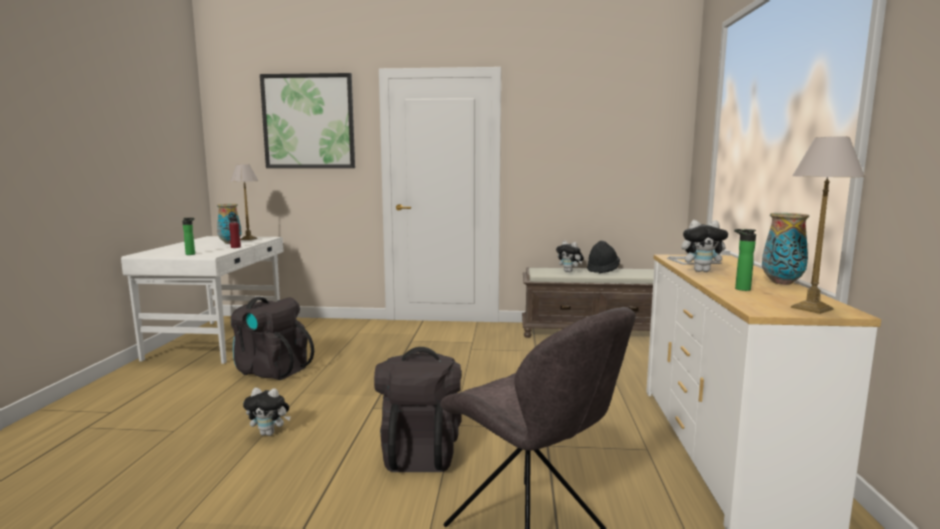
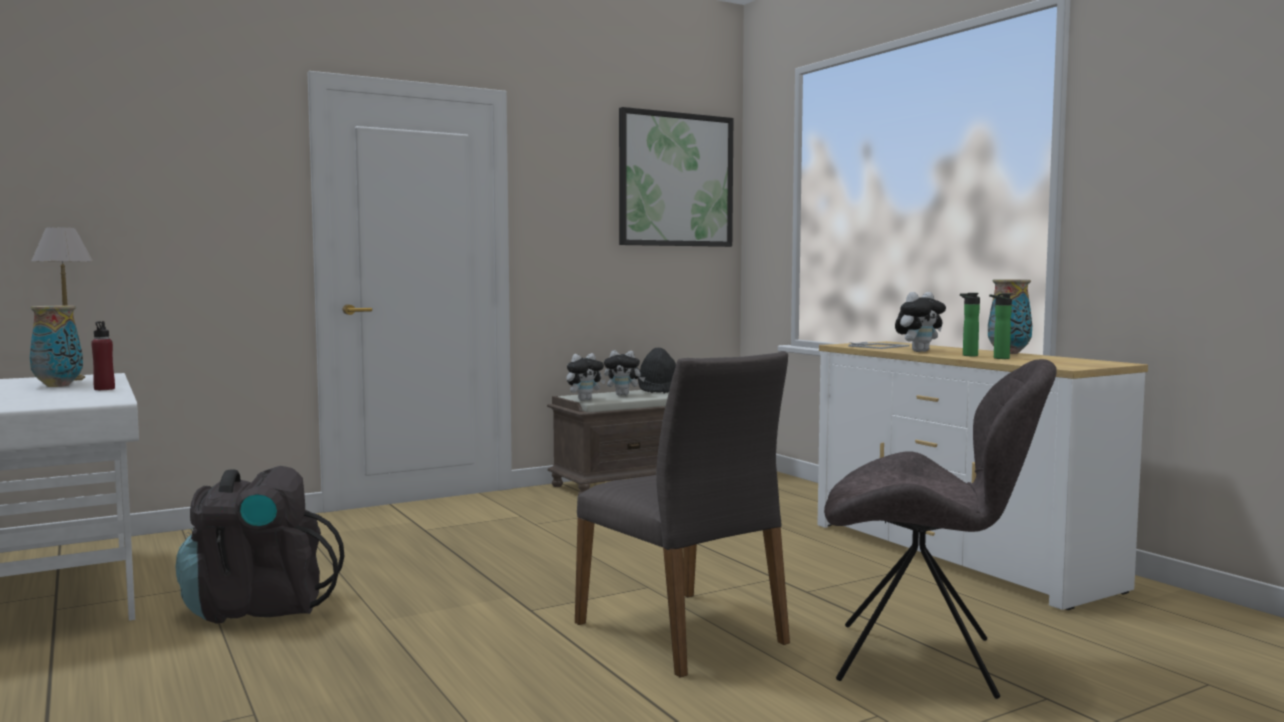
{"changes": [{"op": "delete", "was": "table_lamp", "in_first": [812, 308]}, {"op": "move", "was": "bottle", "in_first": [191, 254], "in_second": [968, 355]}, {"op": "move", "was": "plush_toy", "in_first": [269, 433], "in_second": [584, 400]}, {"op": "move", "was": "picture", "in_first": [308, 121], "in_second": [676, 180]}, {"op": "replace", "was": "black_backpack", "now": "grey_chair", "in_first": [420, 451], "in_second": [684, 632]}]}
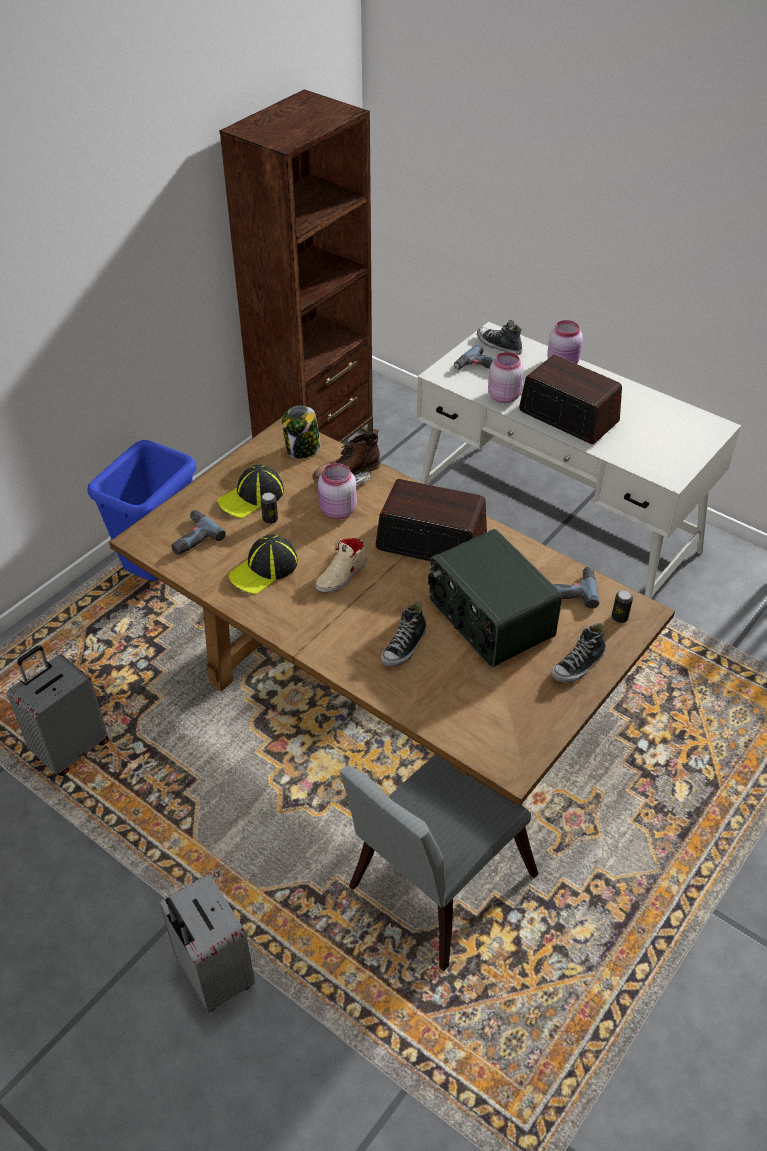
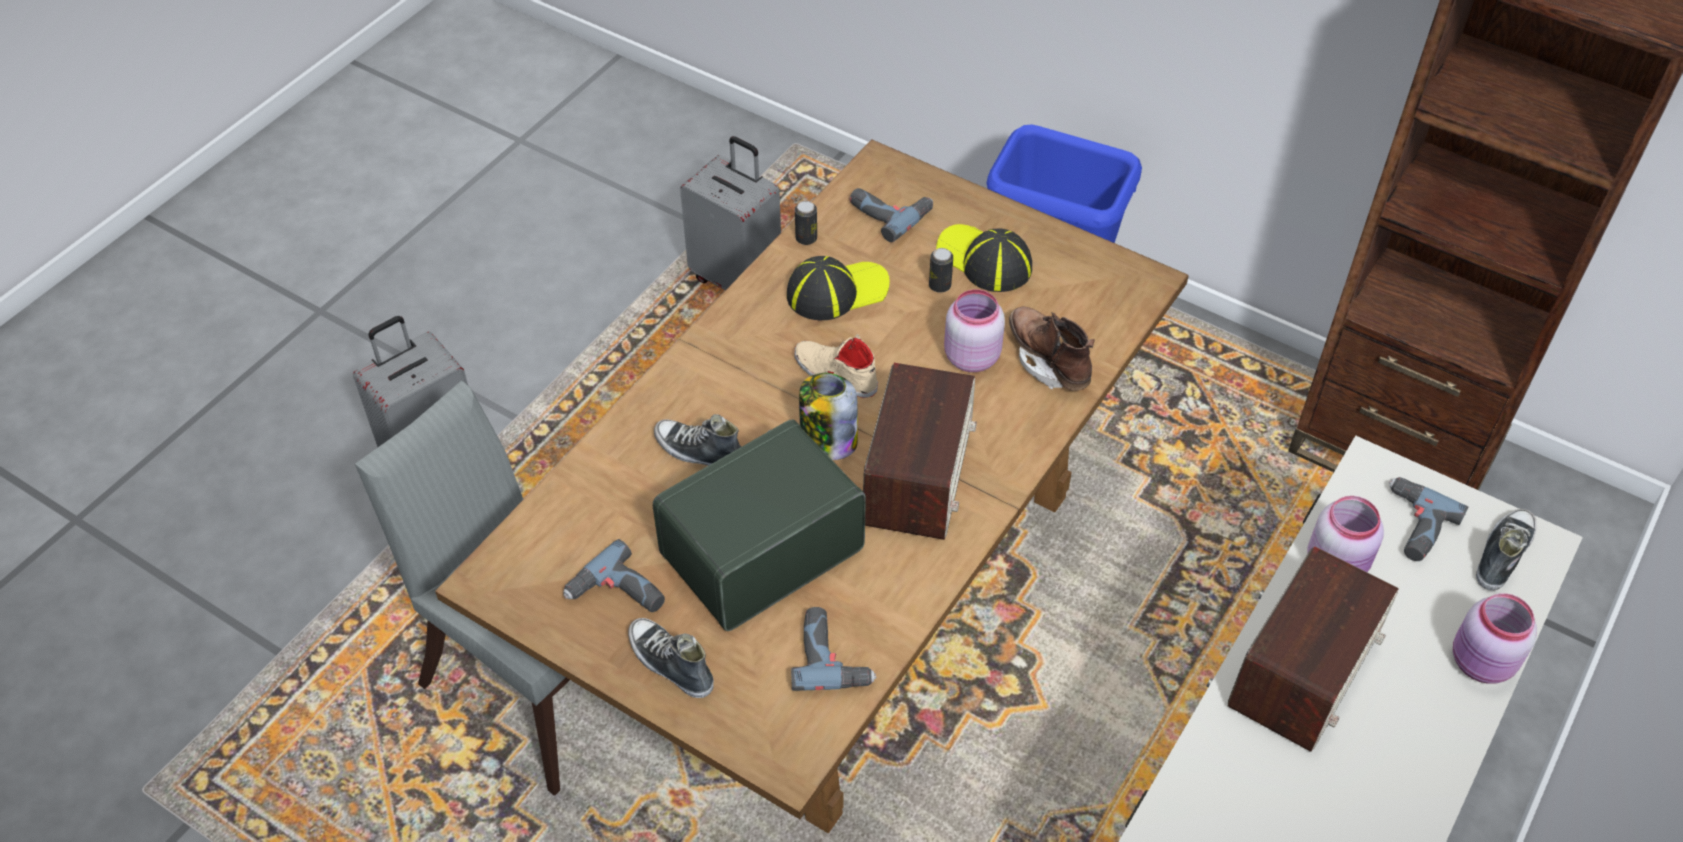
{"changes": [{"op": "insert", "now": "power_drill", "in_second": [617, 595]}, {"op": "move", "was": "jar", "in_first": [302, 449], "in_second": [827, 440]}, {"op": "move", "was": "can", "in_first": [619, 617], "in_second": [806, 238]}, {"op": "rotate", "was": "cap", "in_first": [264, 569], "in_second": [837, 291], "clockwise": 120}]}
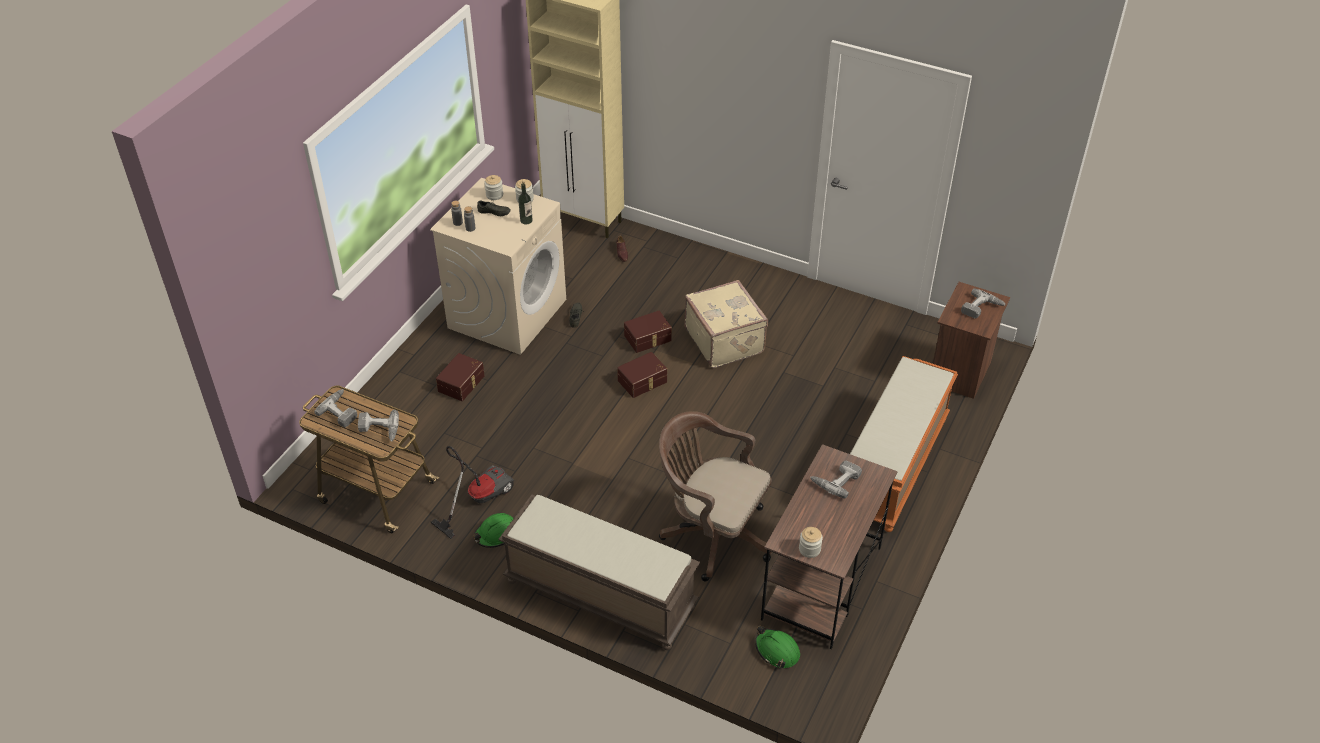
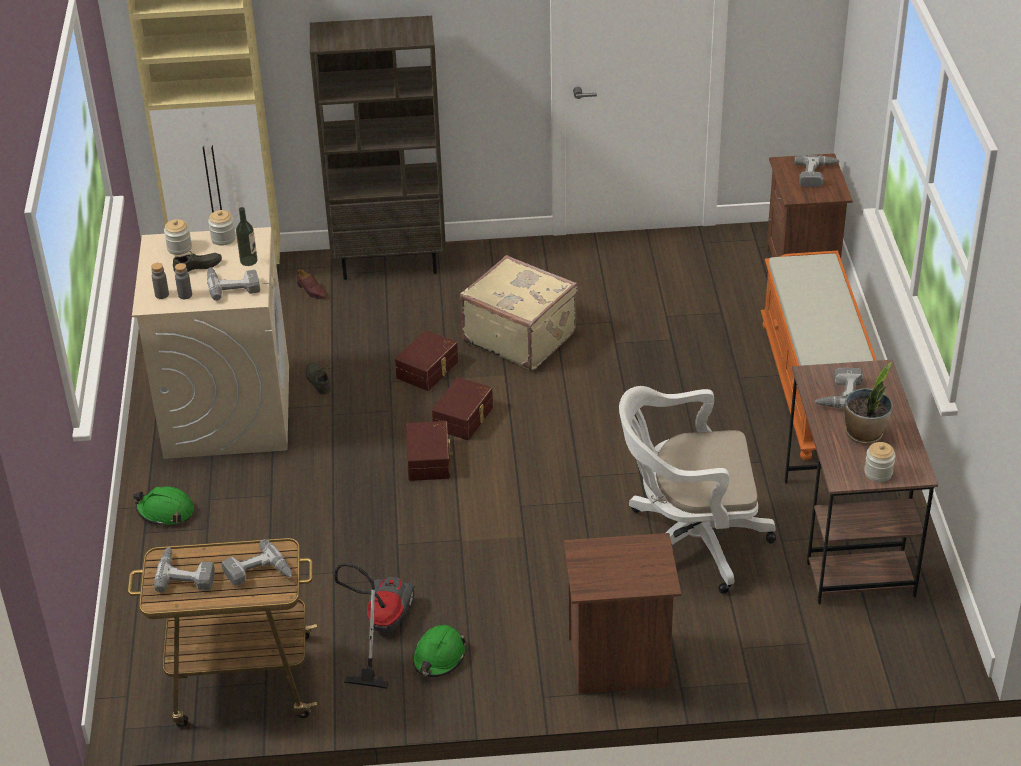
{"changes": [{"op": "insert", "now": "power_drill", "in_second": [233, 285]}, {"op": "insert", "now": "brown_bookcase", "in_second": [390, 262]}, {"op": "insert", "now": "potted_plant", "in_second": [864, 433]}, {"op": "move", "was": "brown_storage_box", "in_first": [462, 383], "in_second": [430, 460]}, {"op": "move", "was": "green_hard_hat", "in_first": [777, 651], "in_second": [165, 512]}, {"op": "replace", "was": "brown_bench", "now": "brown_nightstand", "in_first": [598, 594], "in_second": [619, 664]}, {"op": "recolor", "was": "brown_office_chair", "now": "white_office_chair", "in_first": [712, 533], "in_second": [688, 542]}]}
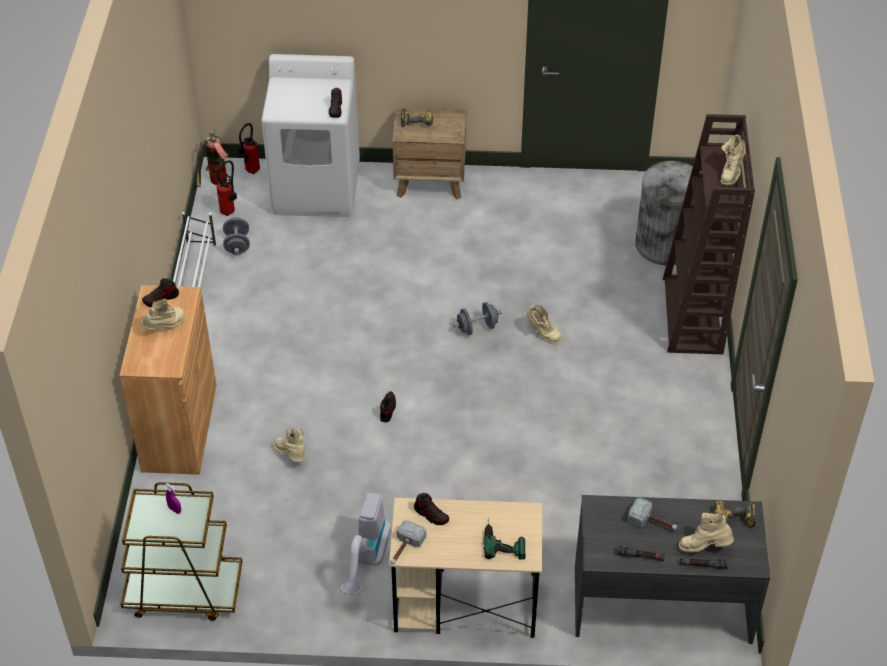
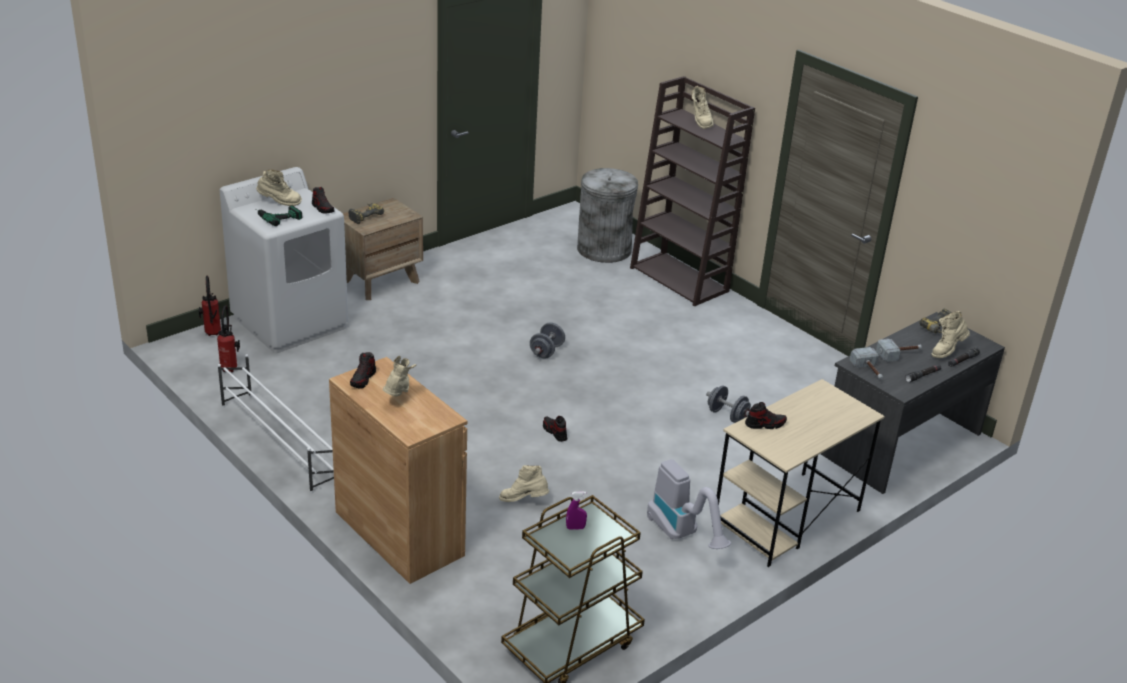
{"changes": [{"op": "delete", "was": "fire_extinguisher", "in_first": [216, 184]}, {"op": "move", "was": "grey_dumbbell", "in_first": [237, 245], "in_second": [727, 415]}, {"op": "move", "was": "hammer", "in_first": [404, 549], "in_second": [869, 370]}, {"op": "move", "was": "power_drill", "in_first": [503, 540], "in_second": [276, 216]}, {"op": "move", "was": "beige_boot", "in_first": [542, 333], "in_second": [279, 203]}]}
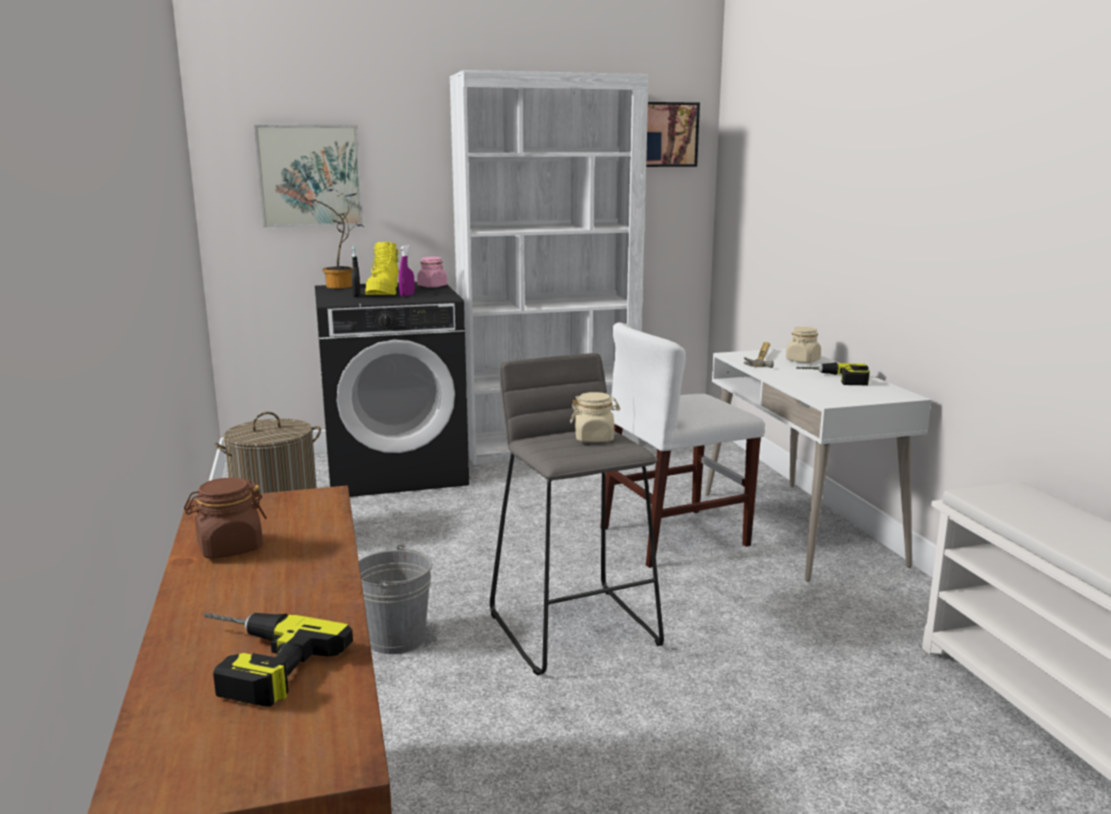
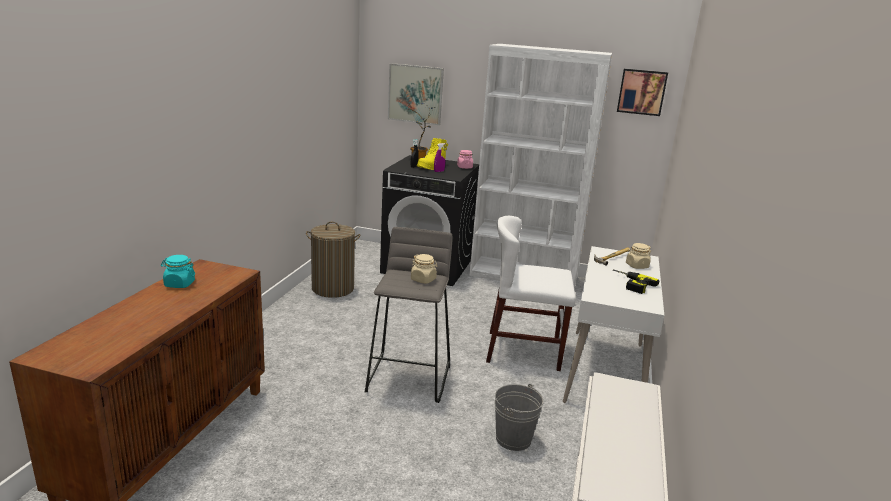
{"changes": [{"op": "delete", "was": "power_drill", "in_first": [249, 663]}, {"op": "move", "was": "grey_bucket", "in_first": [396, 639], "in_second": [513, 439]}, {"op": "recolor", "was": "brown_jar", "now": "turquoise_jar", "in_first": [229, 548], "in_second": [179, 284]}]}
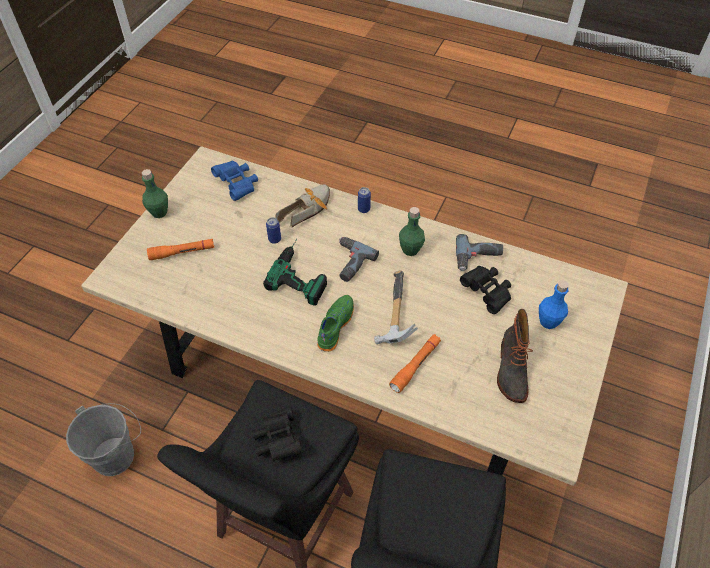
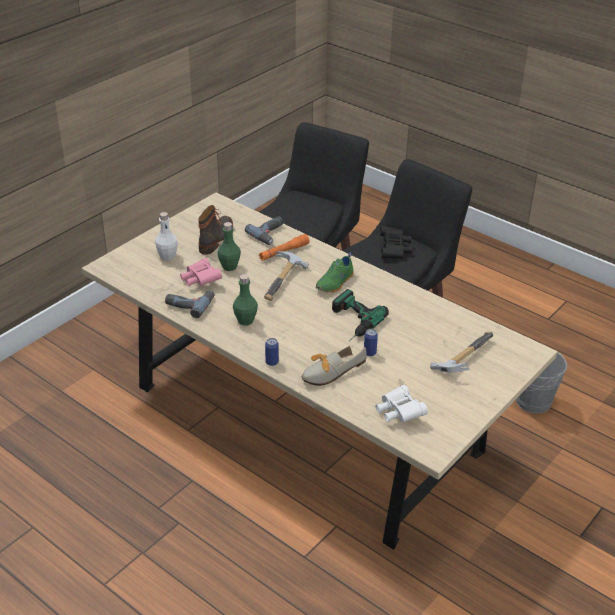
{"changes": [{"op": "move", "was": "green_bottle", "in_first": [159, 212], "in_second": [229, 267]}, {"op": "move", "was": "power_drill", "in_first": [349, 262], "in_second": [270, 234]}, {"op": "replace", "was": "orange_flashlight", "now": "hammer", "in_first": [182, 252], "in_second": [462, 358]}, {"op": "recolor", "was": "blue_binoculars", "now": "white_binoculars", "in_first": [237, 185], "in_second": [399, 413]}, {"op": "recolor", "was": "black_binoculars", "now": "pink_binoculars", "in_first": [487, 293], "in_second": [200, 280]}, {"op": "recolor", "was": "blue_bottle", "now": "white_bottle", "in_first": [548, 322], "in_second": [167, 256]}]}
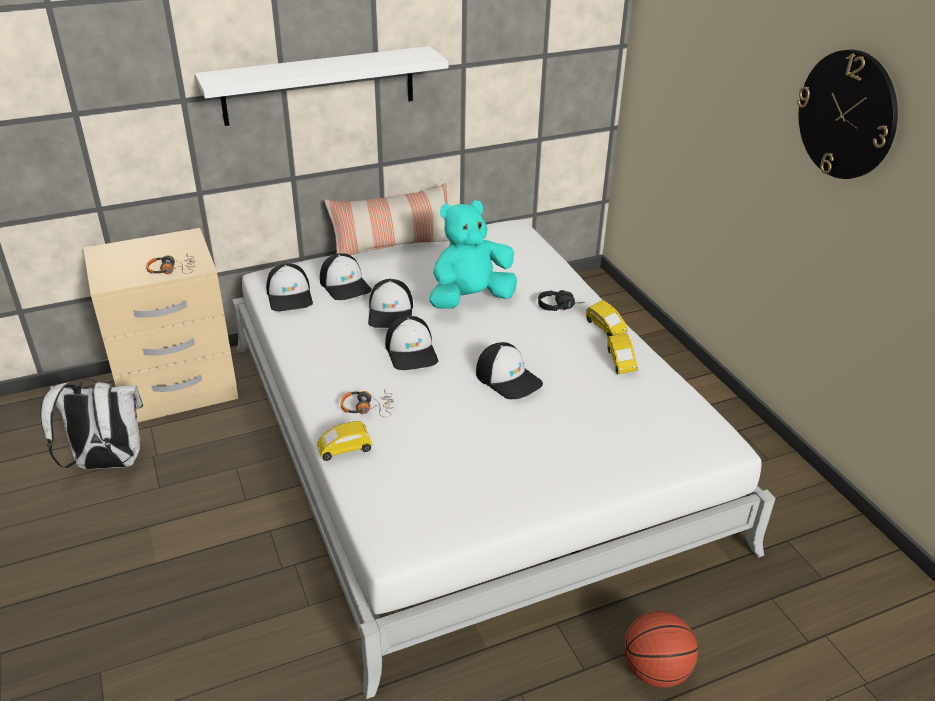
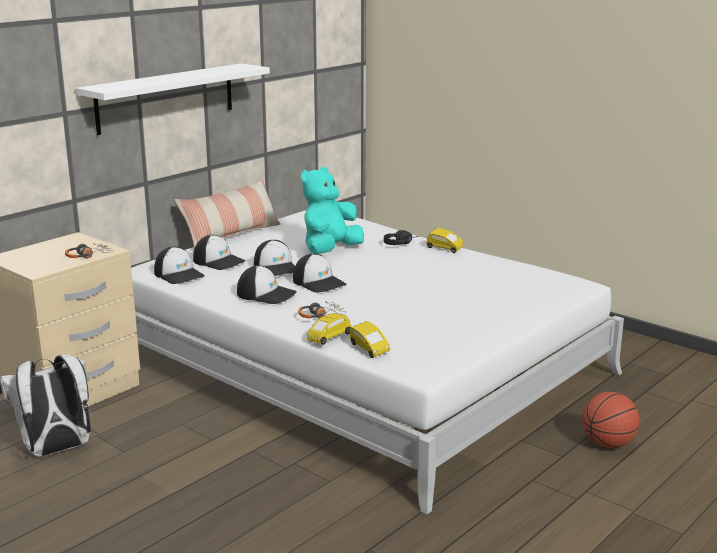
{"changes": [{"op": "delete", "was": "wall_clock", "in_first": [847, 115]}, {"op": "move", "was": "cap", "in_first": [508, 378], "in_second": [266, 294]}, {"op": "move", "was": "yellow_toy_car", "in_first": [620, 362], "in_second": [368, 349]}]}
